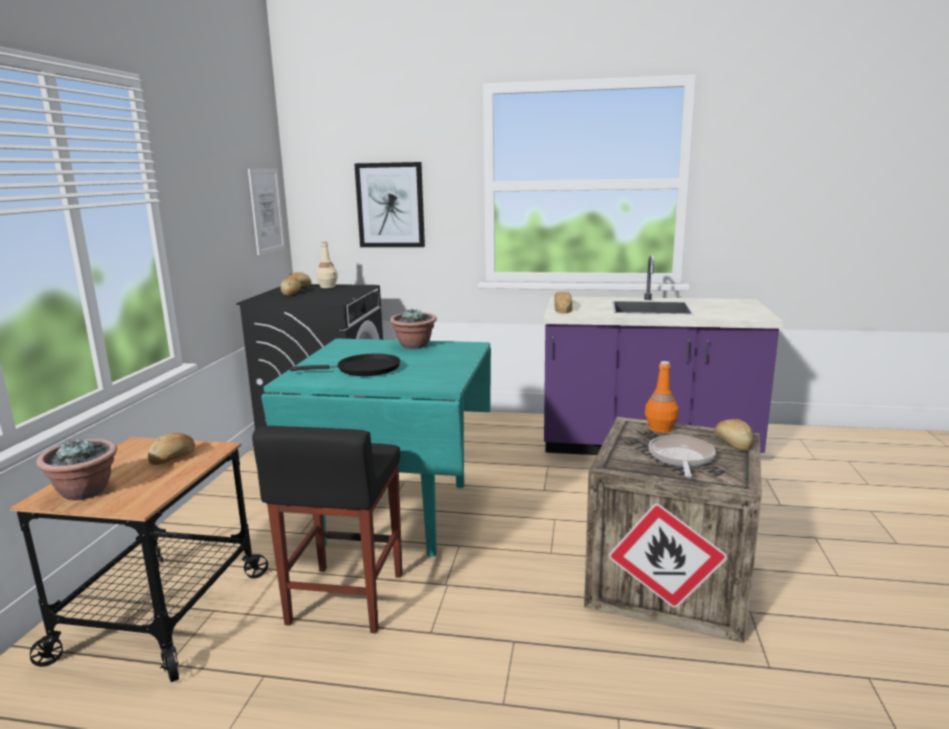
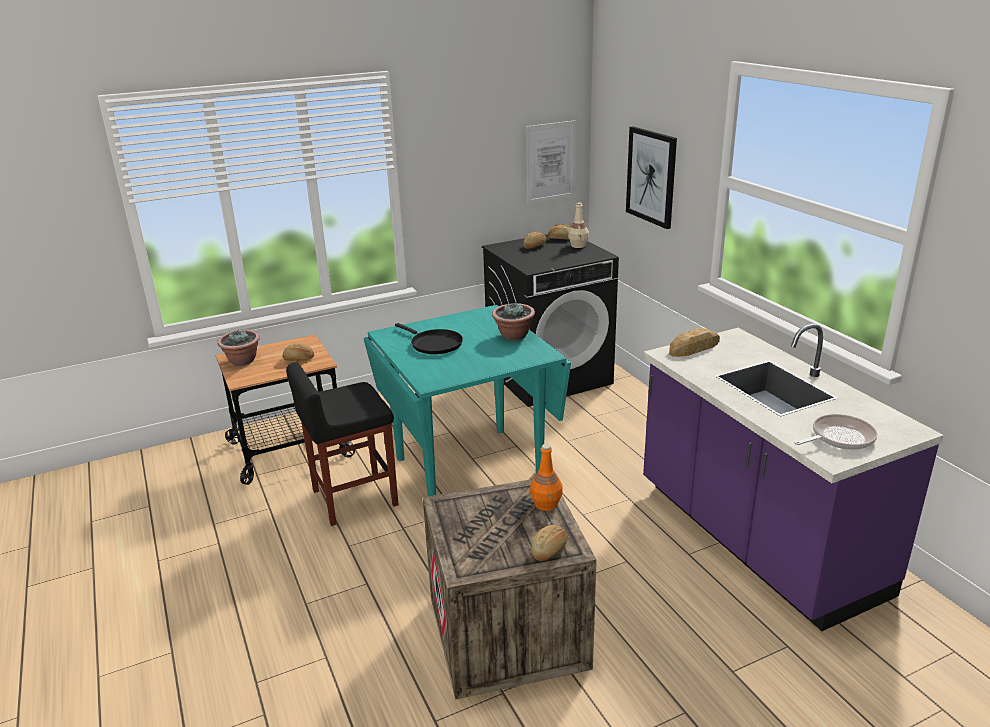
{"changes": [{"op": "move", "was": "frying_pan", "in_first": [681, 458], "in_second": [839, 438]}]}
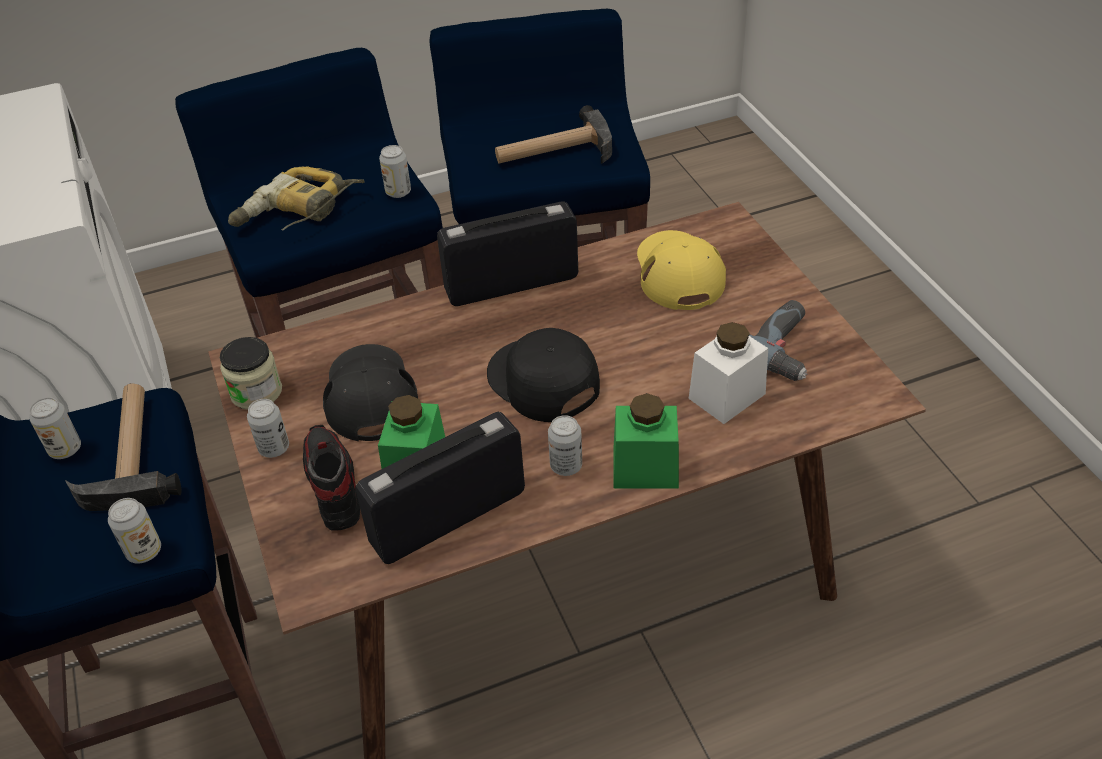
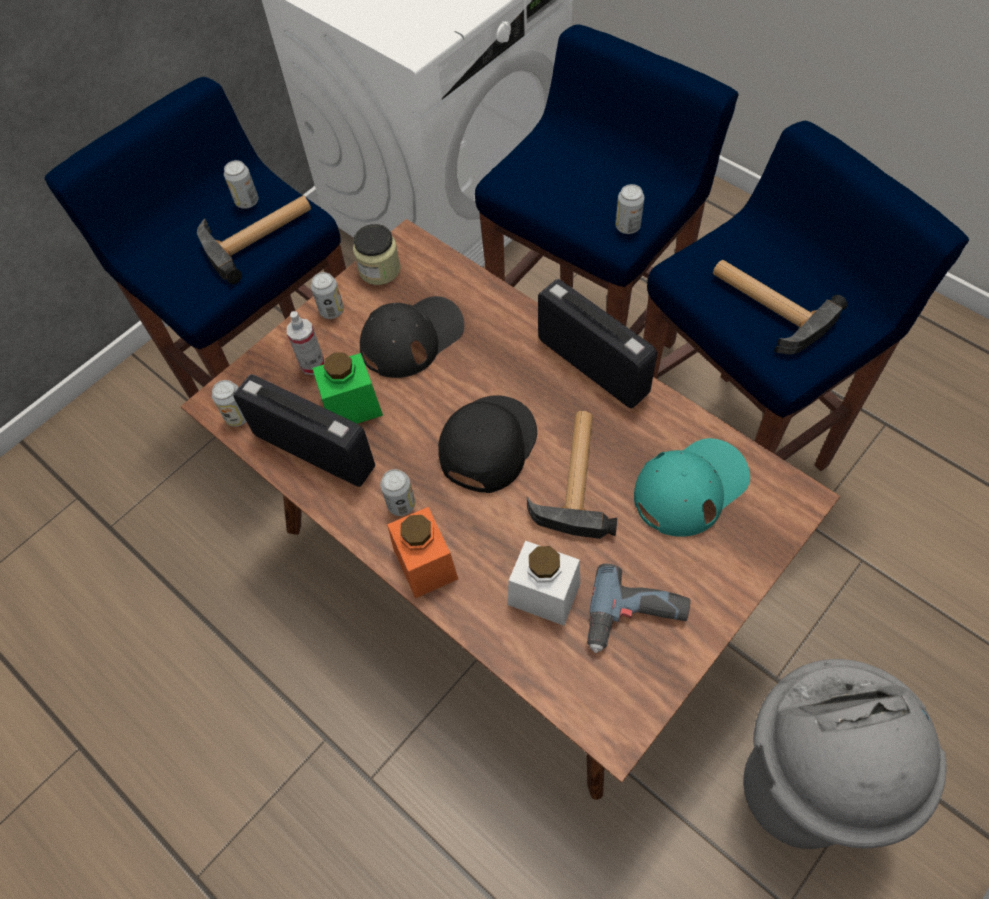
{"changes": [{"op": "delete", "was": "power_drill", "in_first": [297, 212]}, {"op": "insert", "now": "hammer", "in_second": [575, 476]}, {"op": "insert", "now": "grey_trash_can", "in_second": [796, 788]}, {"op": "move", "was": "can", "in_first": [144, 551], "in_second": [238, 417]}, {"op": "replace", "was": "shoe", "now": "spray_bottle", "in_first": [332, 486], "in_second": [312, 364]}, {"op": "recolor", "was": "green_jar", "now": "orange_jar", "in_first": [645, 468], "in_second": [425, 564]}, {"op": "recolor", "was": "yellow_cap", "now": "turquoise_cap", "in_first": [678, 272], "in_second": [690, 487]}]}
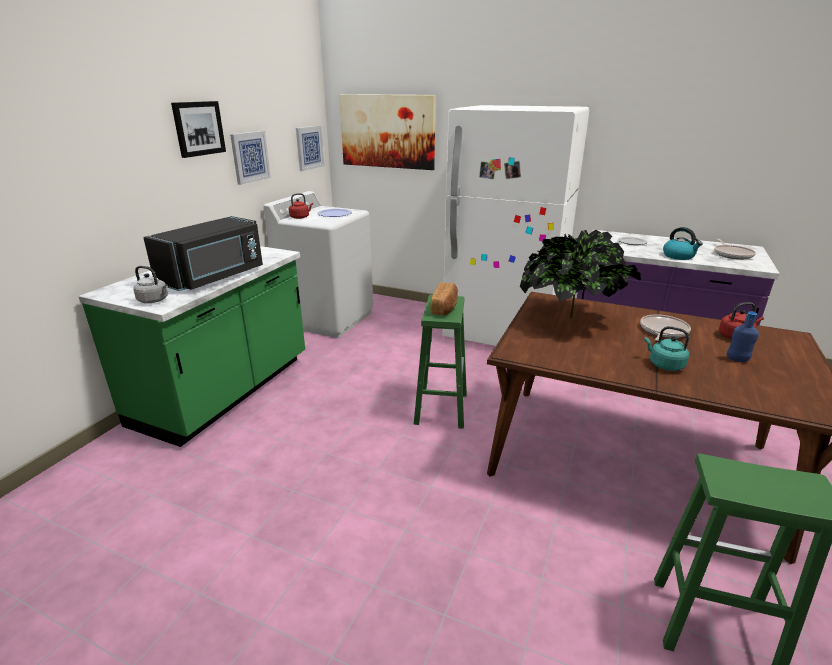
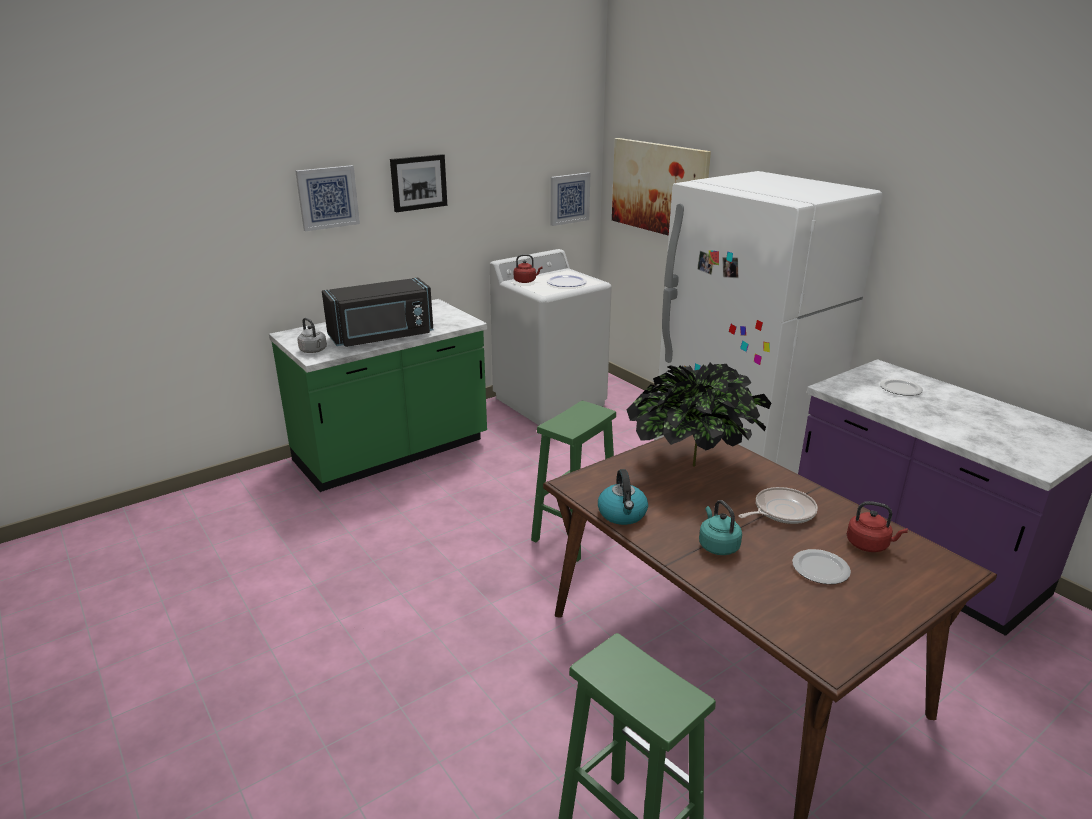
{"changes": [{"op": "delete", "was": "bread", "in_first": [445, 307]}, {"op": "delete", "was": "frying_pan", "in_first": [732, 254]}, {"op": "move", "was": "picture", "in_first": [250, 157], "in_second": [327, 197]}, {"op": "move", "was": "kettle", "in_first": [679, 256], "in_second": [622, 514]}, {"op": "replace", "was": "blue_bottle", "now": "plate", "in_first": [737, 359], "in_second": [819, 568]}]}
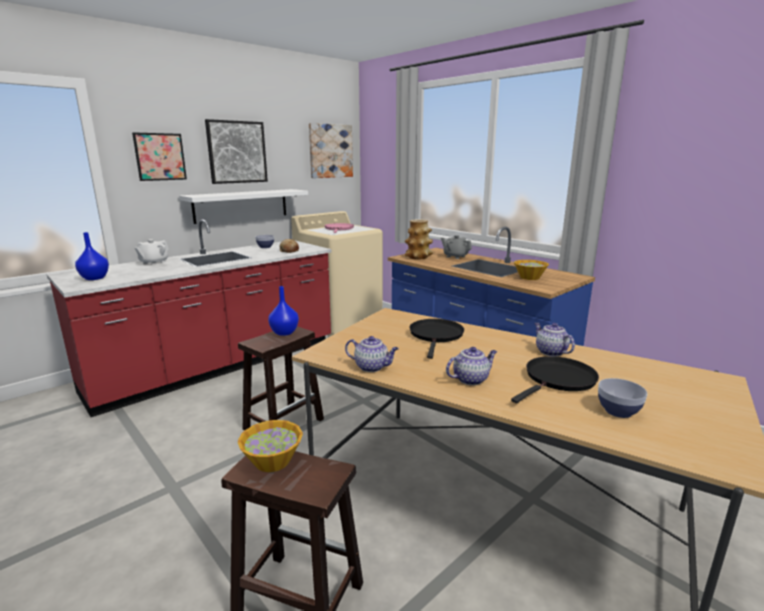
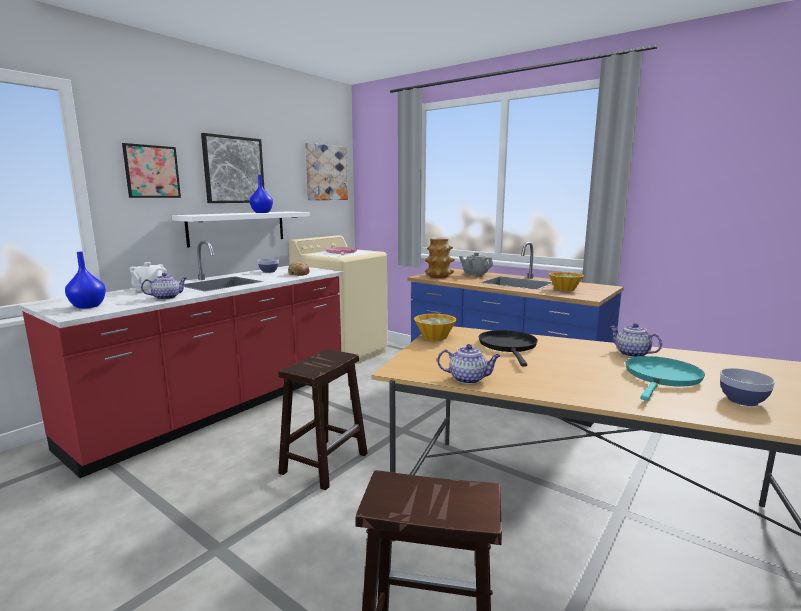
{"changes": [{"op": "move", "was": "bowl", "in_first": [272, 461], "in_second": [434, 337]}, {"op": "move", "was": "blue_vase", "in_first": [283, 332], "in_second": [261, 212]}, {"op": "move", "was": "teapot", "in_first": [471, 379], "in_second": [167, 297]}, {"op": "recolor", "was": "black_frying_pan", "now": "turquoise_frying_pan", "in_first": [558, 380], "in_second": [662, 377]}]}
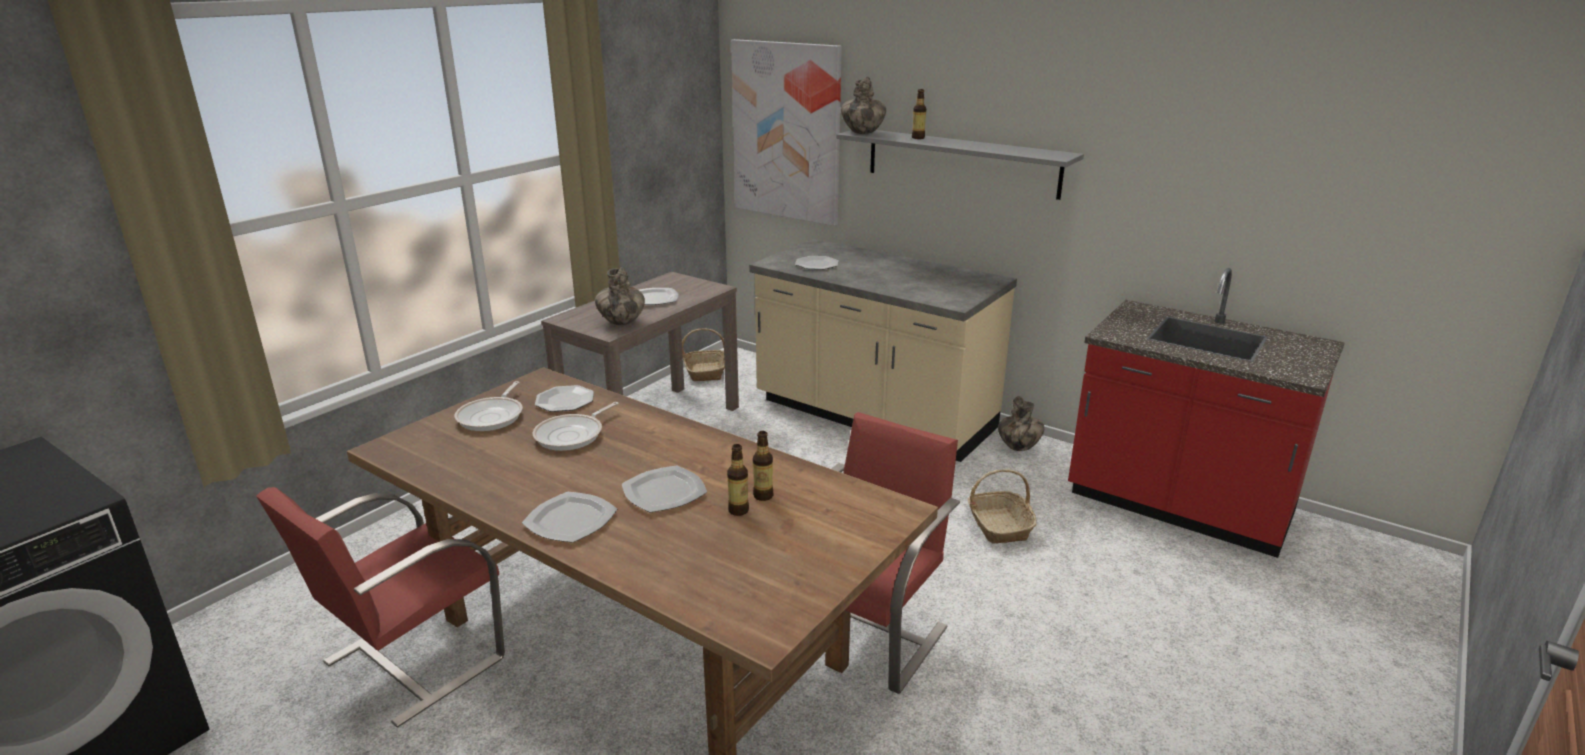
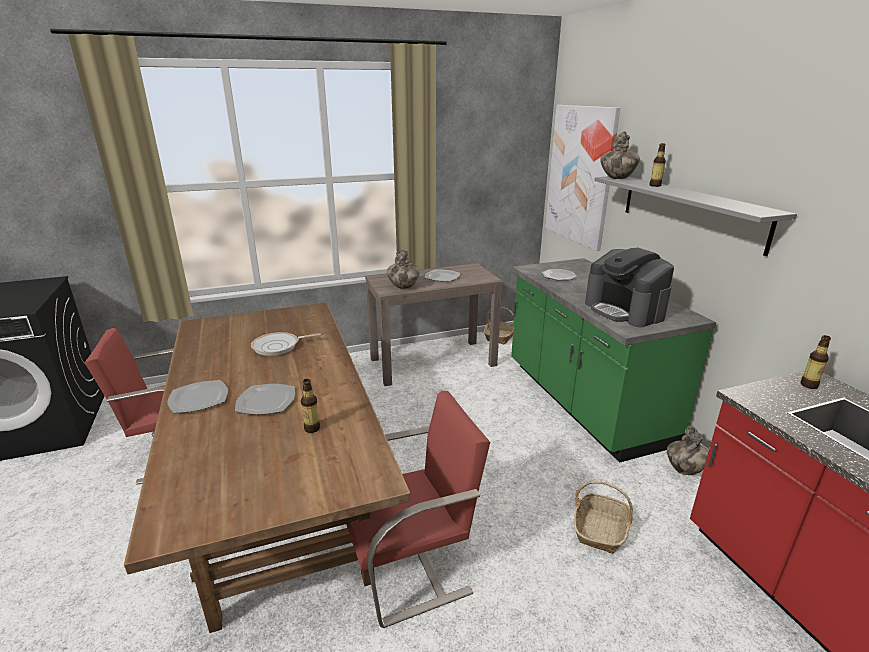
{"changes": [{"op": "delete", "was": "frying_pan", "in_first": [493, 416]}, {"op": "delete", "was": "plate", "in_first": [564, 400]}, {"op": "insert", "now": "coffee_machine", "in_second": [624, 310]}, {"op": "move", "was": "bottle", "in_first": [738, 510], "in_second": [809, 385]}, {"op": "recolor", "was": "beige_counter", "now": "green_counter", "in_first": [873, 416], "in_second": [584, 402]}]}
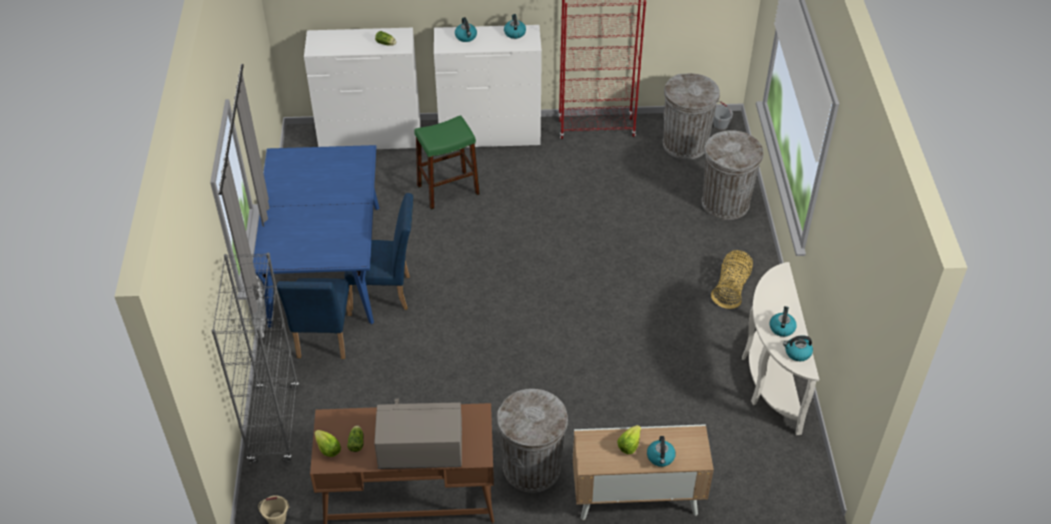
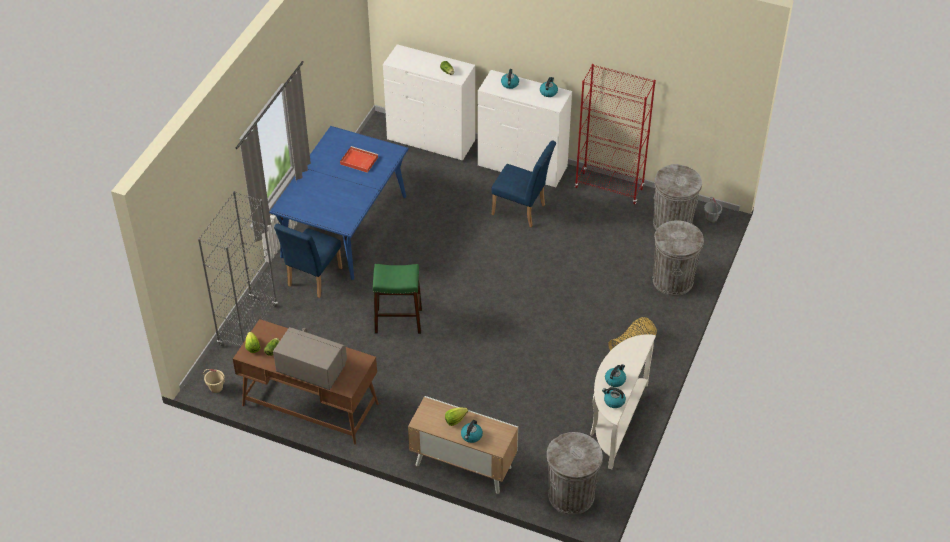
{"changes": [{"op": "insert", "now": "red_tray", "in_second": [358, 160]}, {"op": "move", "was": "blue_chair", "in_first": [386, 293], "in_second": [522, 211]}, {"op": "move", "was": "green_stool", "in_first": [448, 190], "in_second": [398, 320]}, {"op": "move", "was": "grey_trash_can", "in_first": [532, 468], "in_second": [571, 495]}]}
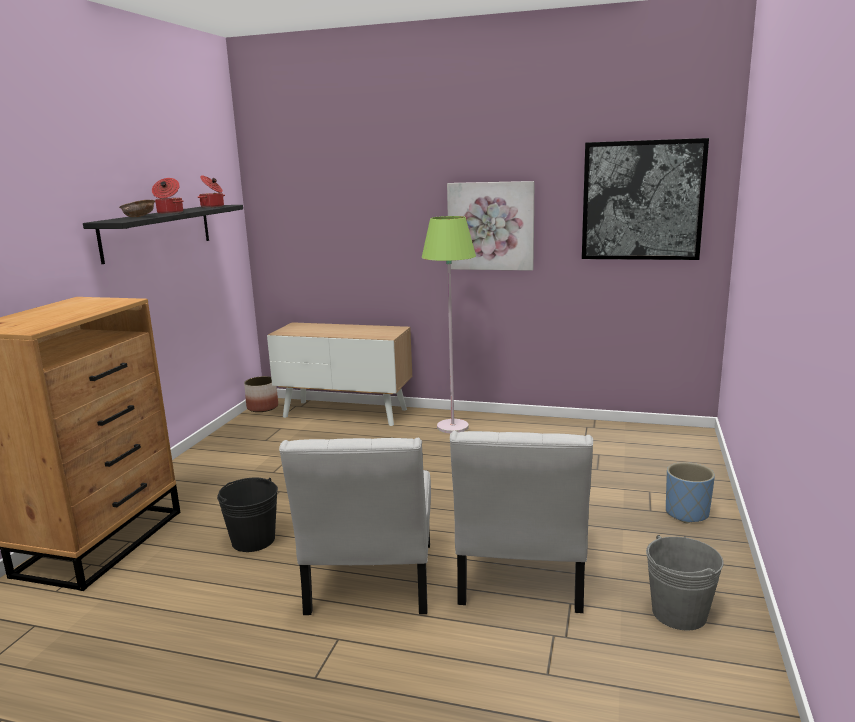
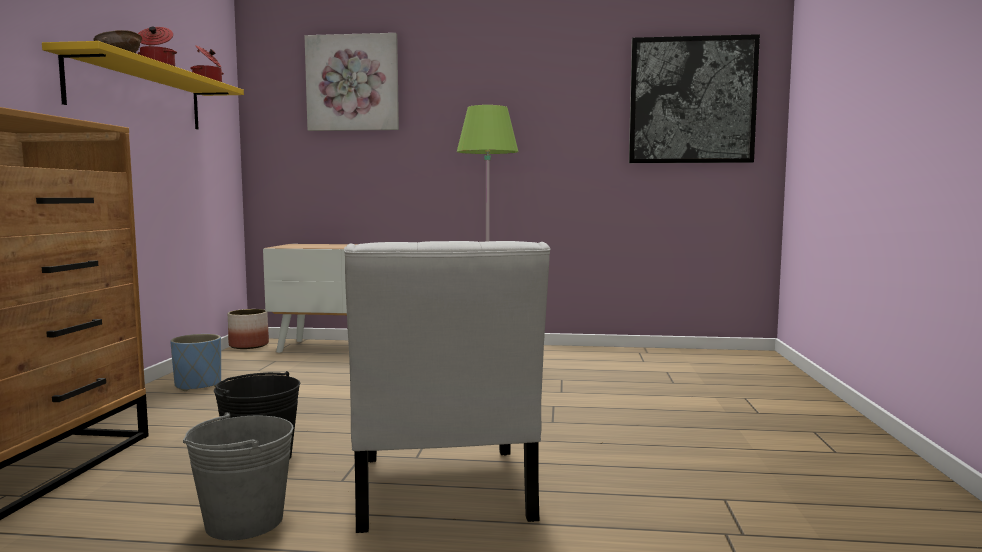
{"changes": [{"op": "delete", "was": "white_chair", "in_first": [520, 579]}, {"op": "move", "was": "picture", "in_first": [491, 226], "in_second": [353, 83]}, {"op": "move", "was": "grey_bucket", "in_first": [679, 613], "in_second": [244, 521]}, {"op": "move", "was": "blue_planter", "in_first": [687, 513], "in_second": [198, 385]}, {"op": "recolor", "was": "black_shelf", "now": "yellow_shelf", "in_first": [158, 232], "in_second": [138, 94]}]}
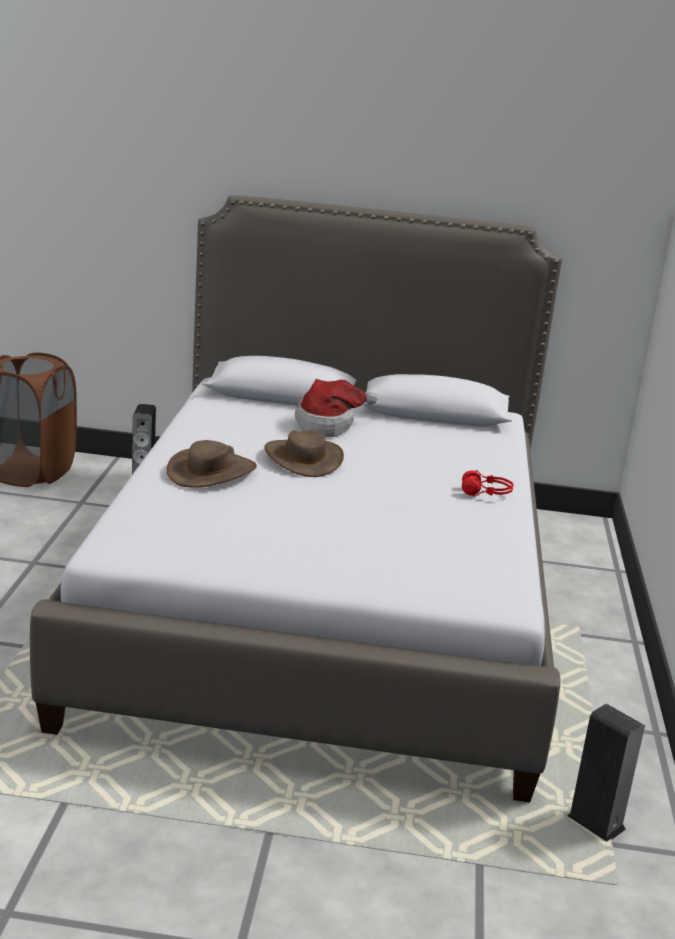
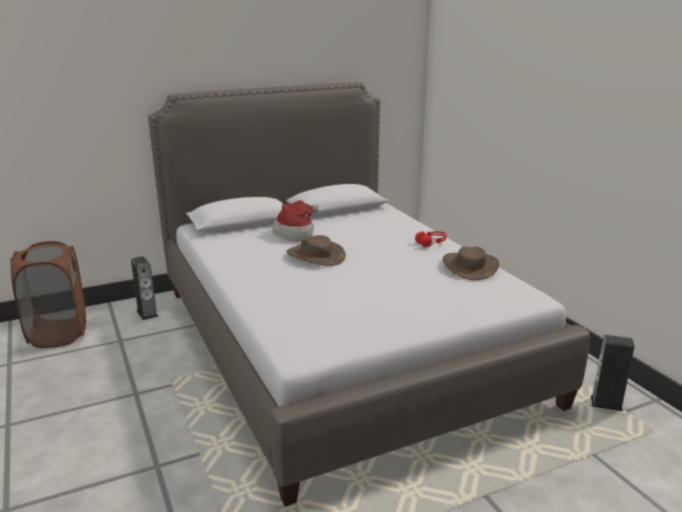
{"changes": [{"op": "move", "was": "brown_hat", "in_first": [212, 472], "in_second": [470, 266]}]}
